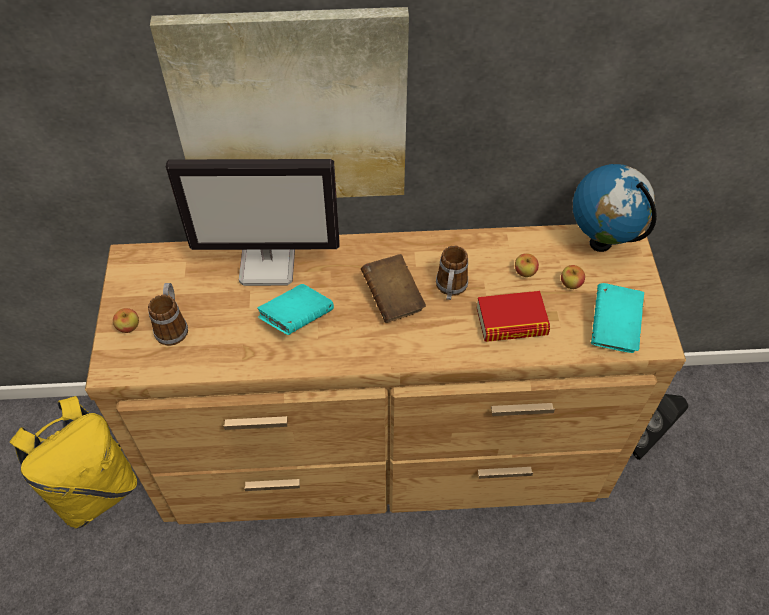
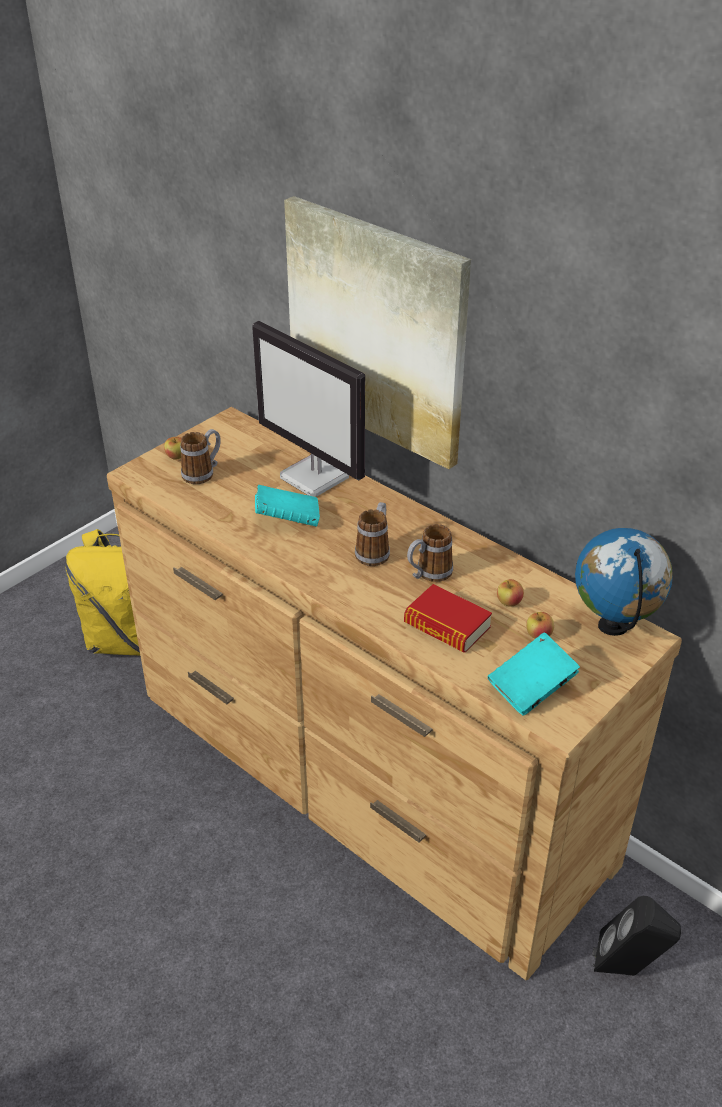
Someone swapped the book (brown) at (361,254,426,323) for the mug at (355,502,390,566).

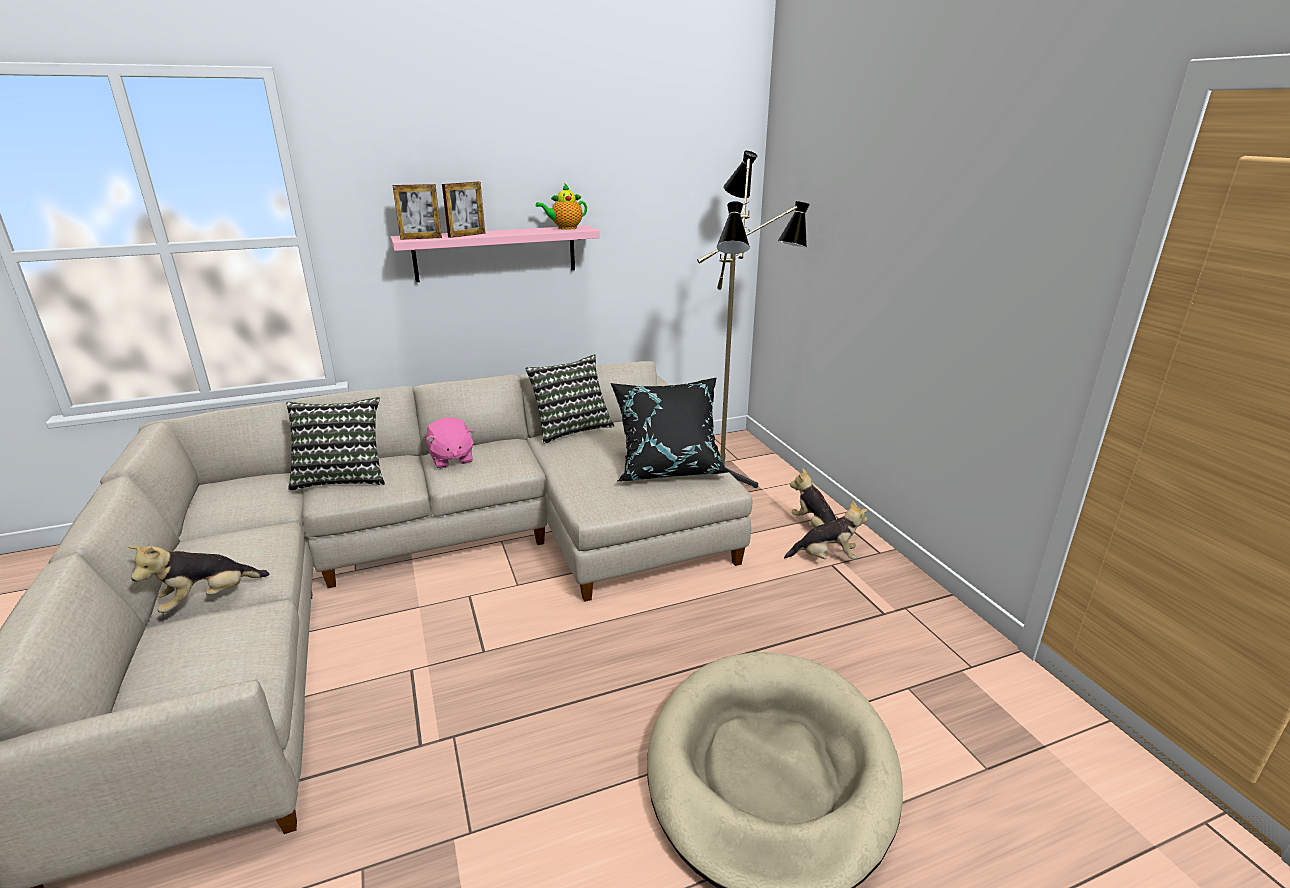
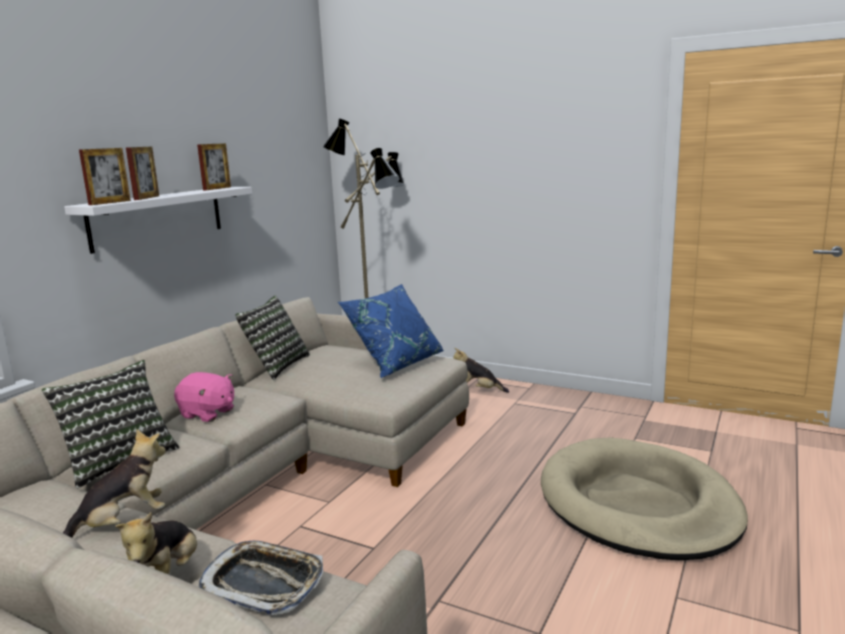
Someone swapped the teapot at (536,183,587,230) for the picture frame at (197,143,231,190).
Someone repainted the shelf (pink) at (391,225,600,282), which became the shelf (white) at (64,187,252,254).
Someone repainted the pillow (black) at (611,378,731,481), which became the pillow (blue) at (338,284,444,378).
Someone carried the plush toy from (784,500,867,559) to (63,429,166,538).
Someone put down the tray at (198,541,323,615).

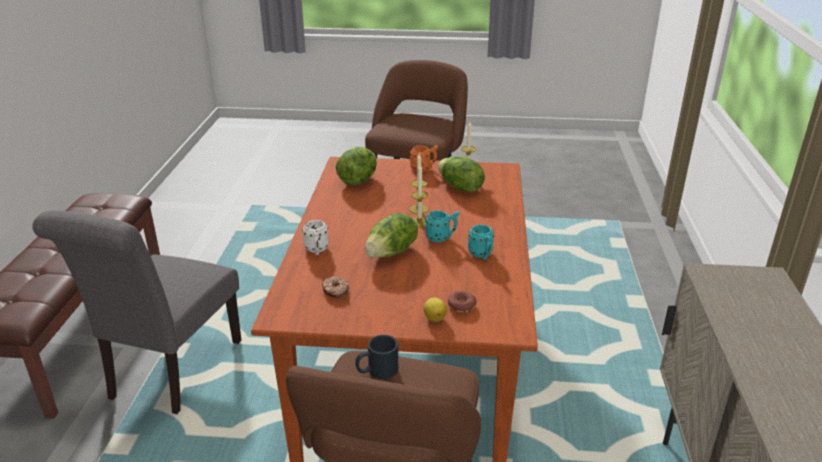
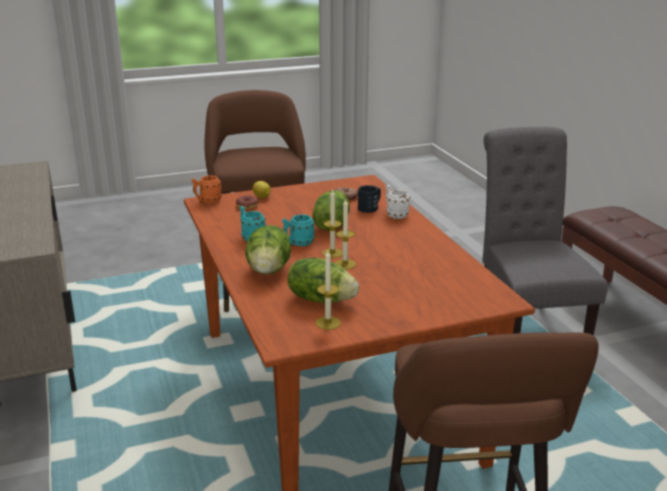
Someone carried the mug (orange) from (410,145,438,172) to (191,176,222,203).
Someone carried the lettuce from (336,147,377,185) to (245,225,291,275).
Someone carried the mug (black) from (355,335,398,379) to (358,185,381,213).

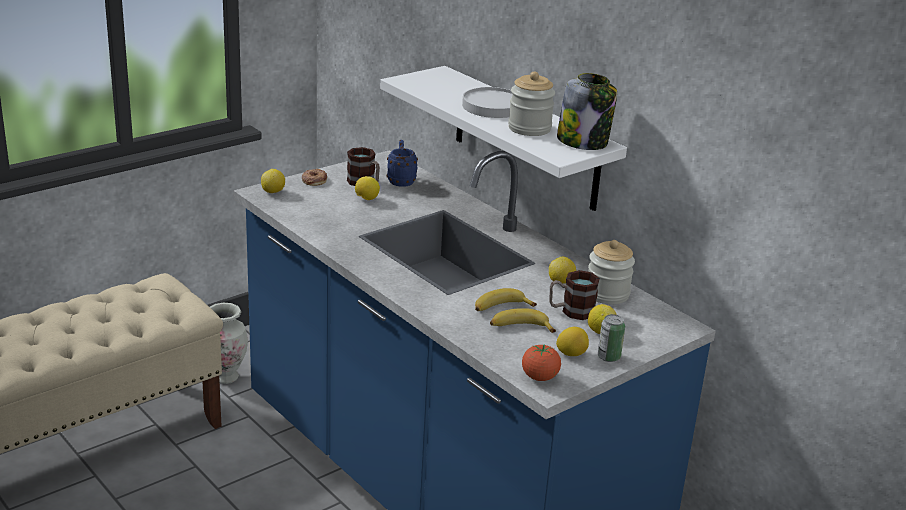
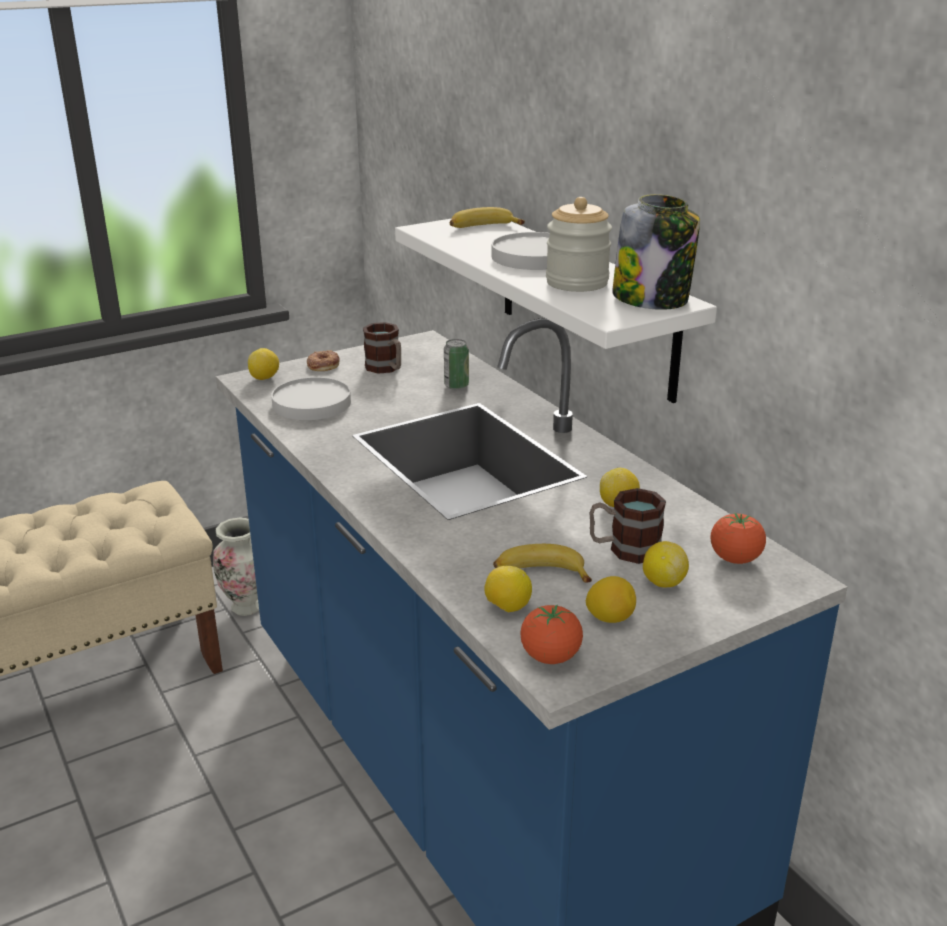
Someone took away the mug (blue) at (387,140,418,187).
Someone carried the lemon from (355,176,380,200) to (484,566,532,612).
Someone took away the jar at (588,240,635,304).
Someone carried the banana from (475,288,537,311) to (450,207,525,228).
Someone carried the can from (598,314,625,362) to (444,339,469,390).
Someone put down the plate (white) at (271,377,351,420).
Someone put down the tomato at (711,512,766,564).

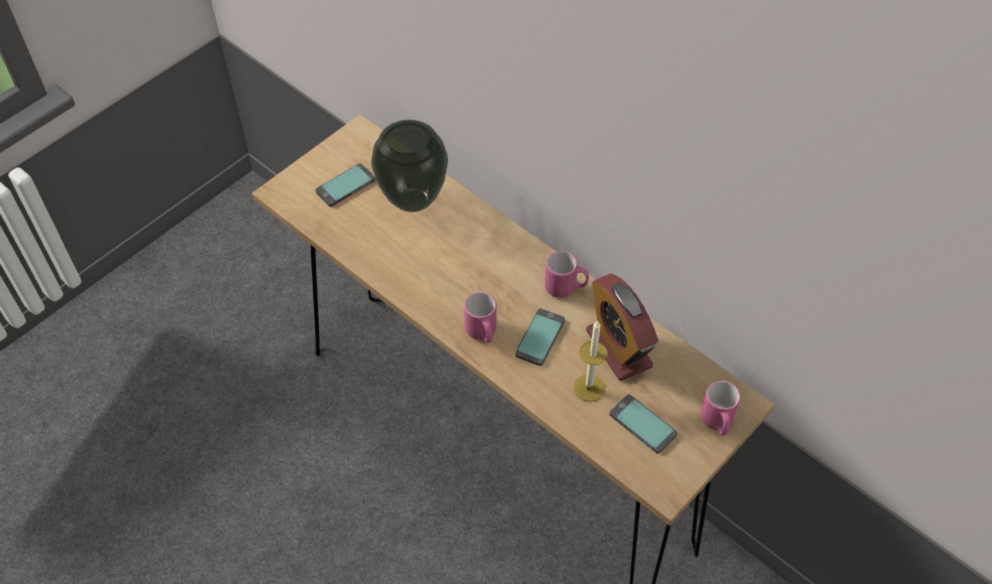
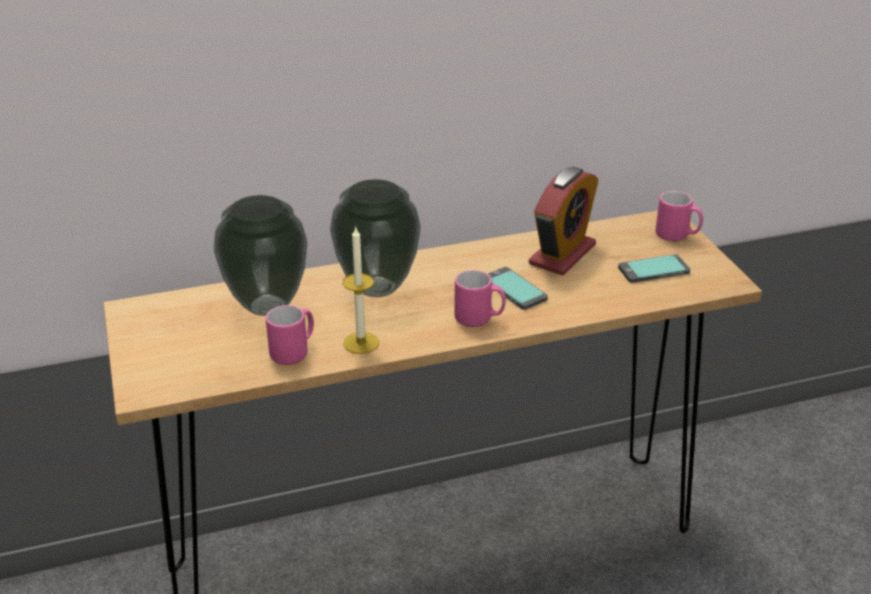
Someone took away the phone at (316,163,375,207).
Someone carried the mug (pink) from (545,251,589,298) to (266,305,314,365).
Someone rotated the alarm clock at (586,274,658,381) by 60 degrees counterclockwise.
Someone carried the candle from (573,320,608,402) to (342,227,379,354).
Someone put down the vase at (330,179,421,297).

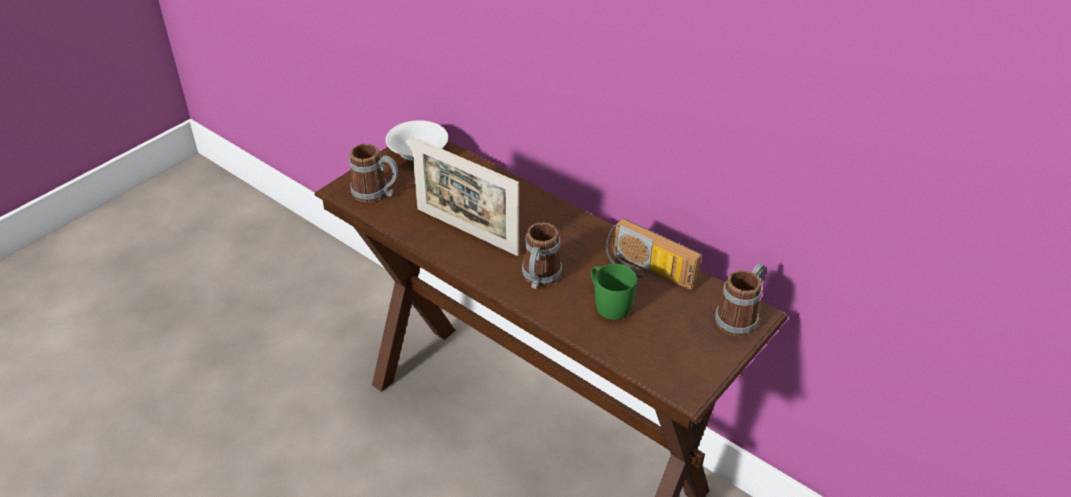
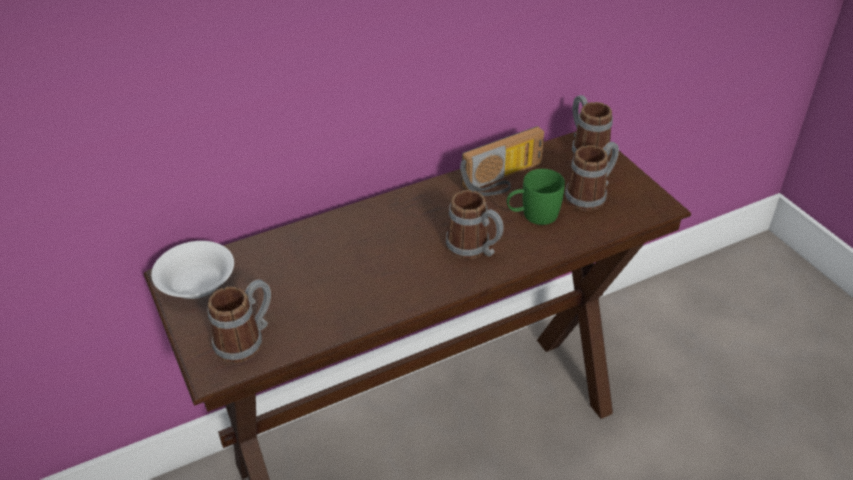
Someone took away the picture frame at (411,136,519,256).
Someone put down the mug at (565,142,619,211).

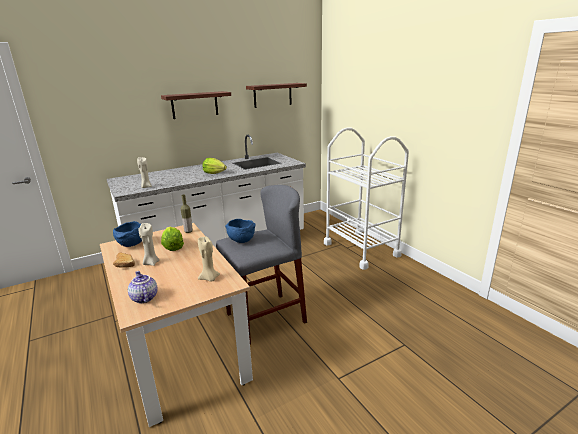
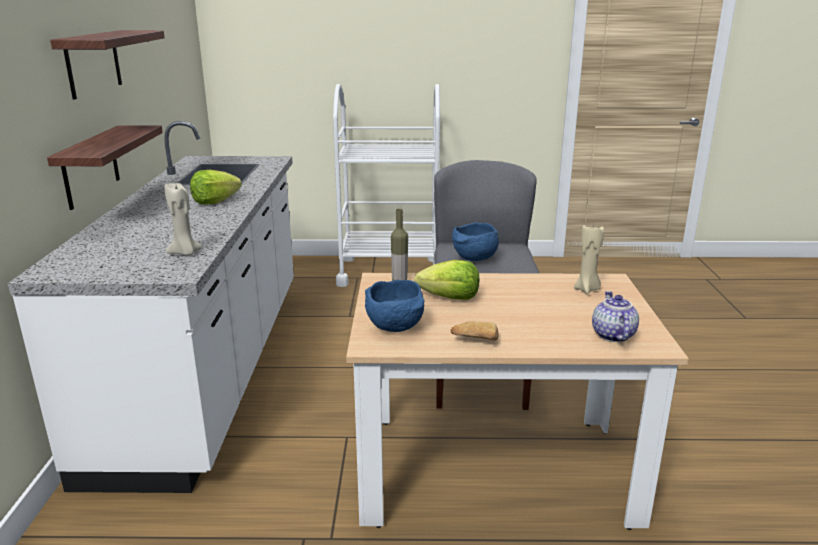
Someone carried the shelf from (246,83,307,108) to (47,125,163,210).
Someone took away the candle (beige) at (138,223,159,266).
Someone rotated the teapot at (128,271,158,304) by 90 degrees clockwise.

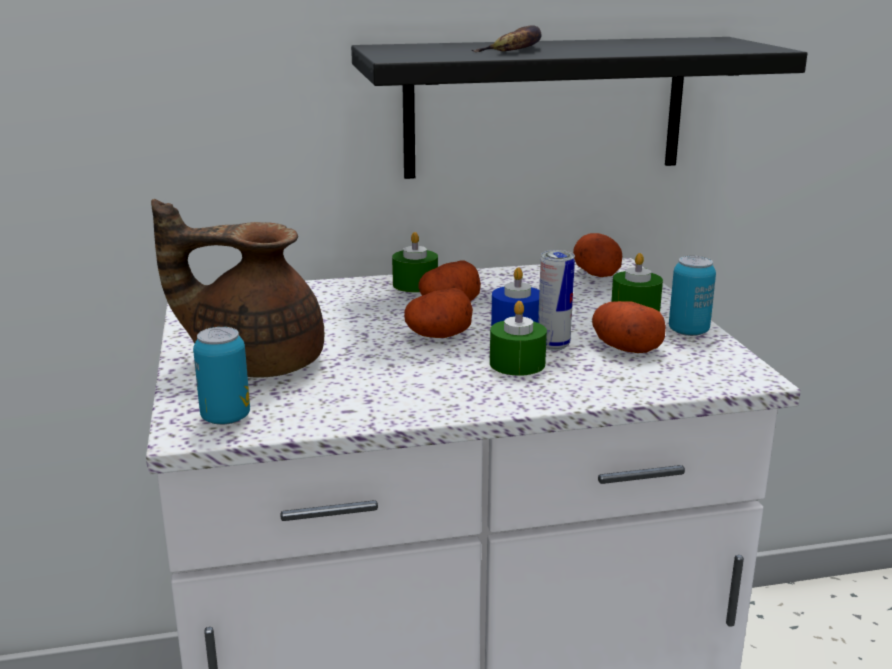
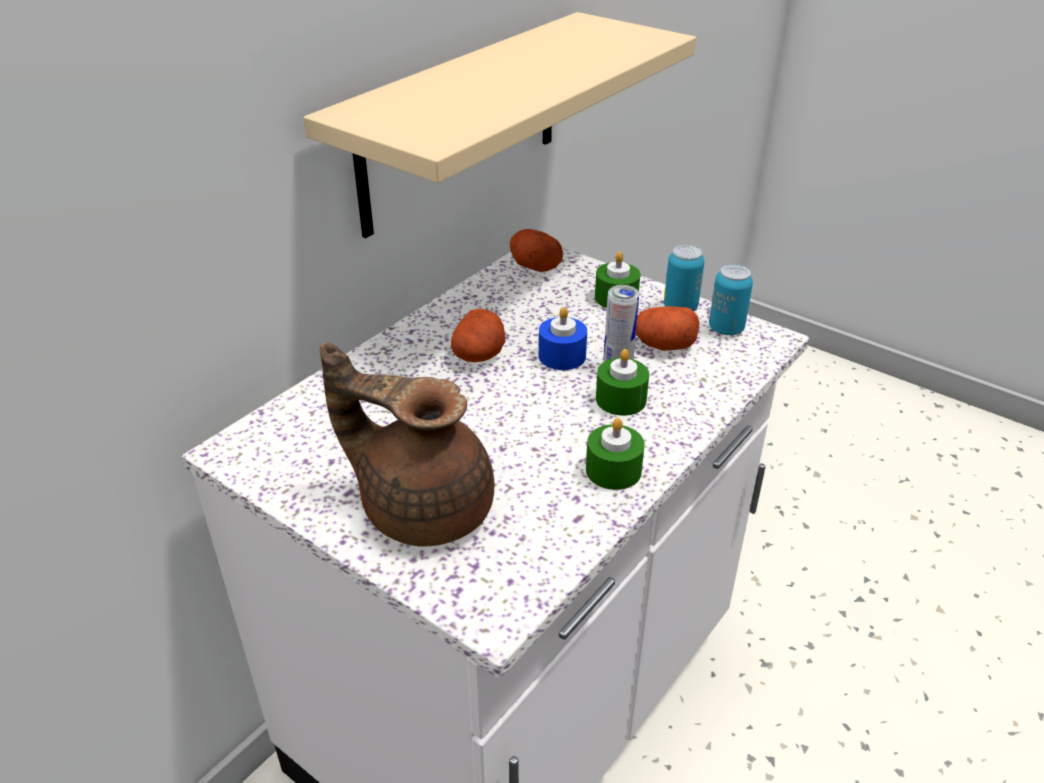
Someone took away the banana at (472,25,542,52).
Someone repainted the shelf (black) at (351,37,807,179), which became the shelf (beige) at (304,12,696,238).
Someone rotated the teapot (brown) at (151,199,324,378) by 60 degrees clockwise.
Someone carried the candle (green) from (392,232,438,293) to (586,418,645,490).
Someone took away the potato at (404,288,473,338).
Someone carried the can from (193,327,250,425) to (709,264,753,335).

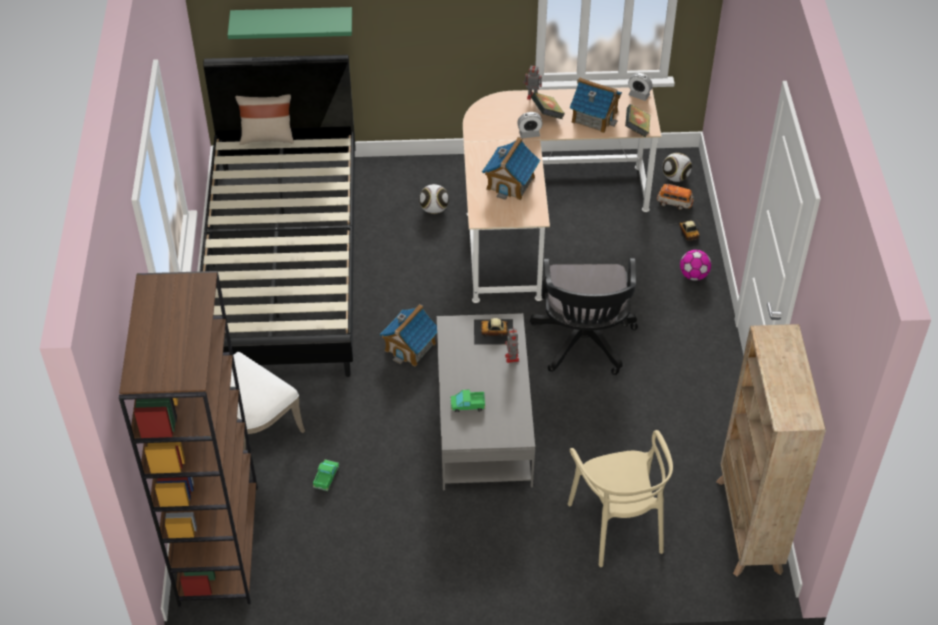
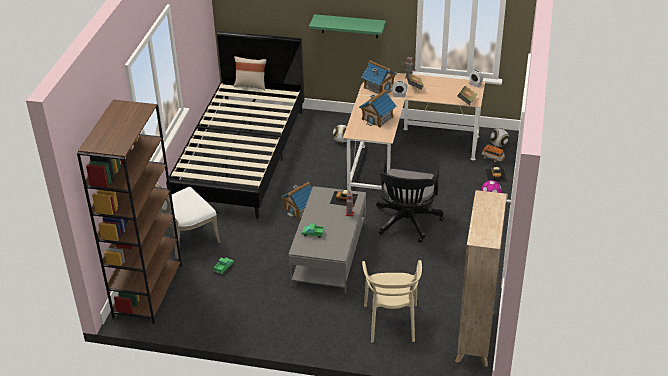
Someone carried the shelf (green) from (228,7,352,39) to (309,14,386,38).
Someone carried the toy house from (570,77,622,133) to (361,60,397,94).

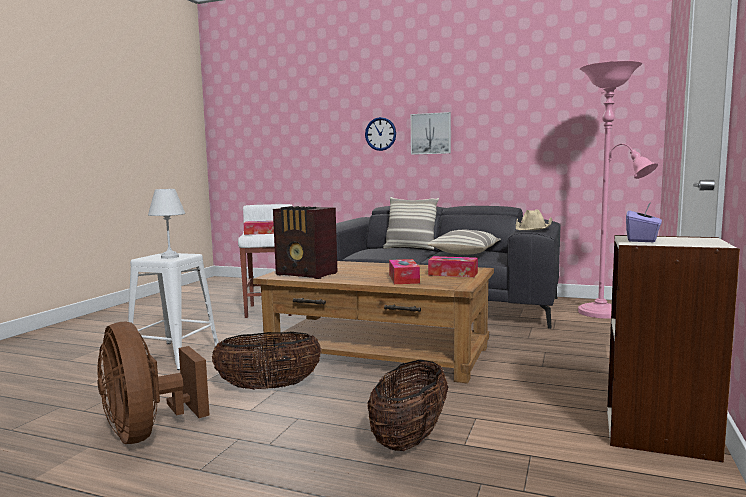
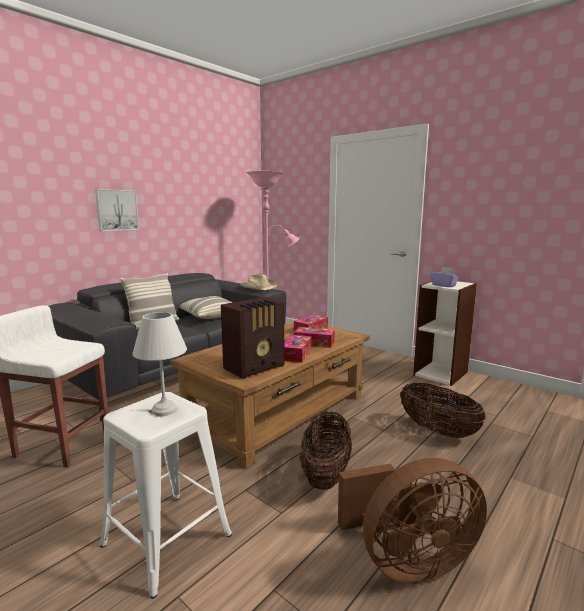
Someone took away the wall clock at (365,117,396,151).
Someone carried the tissue box from (244,221,274,235) to (284,335,311,363).

